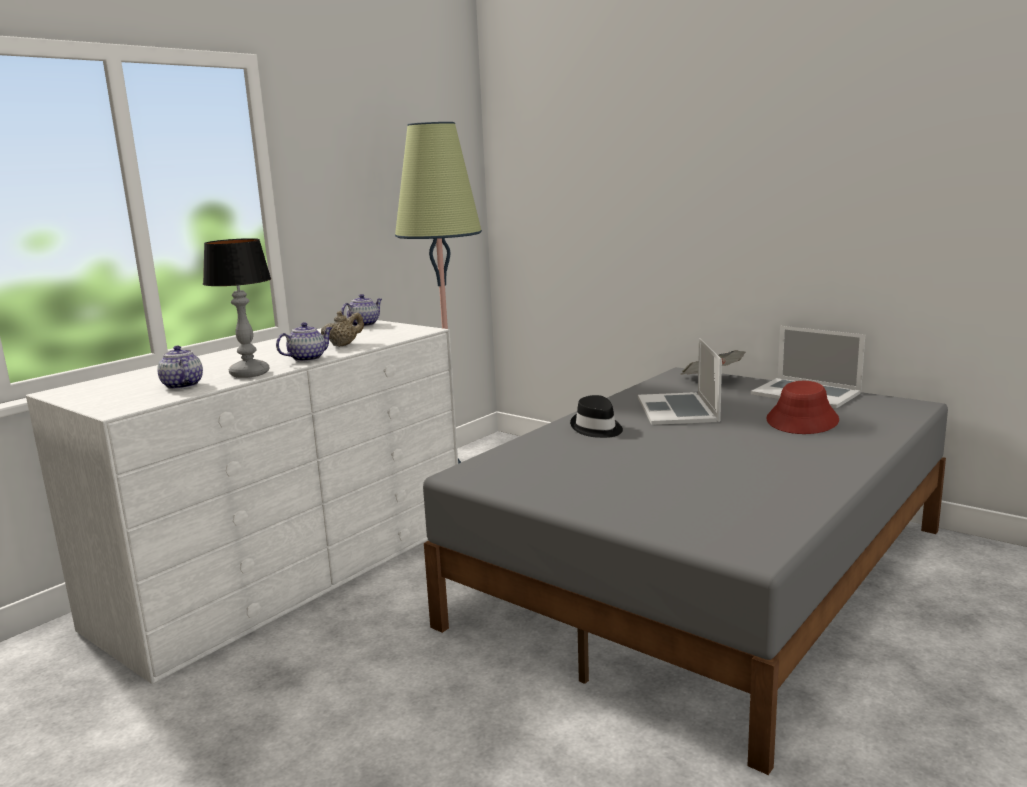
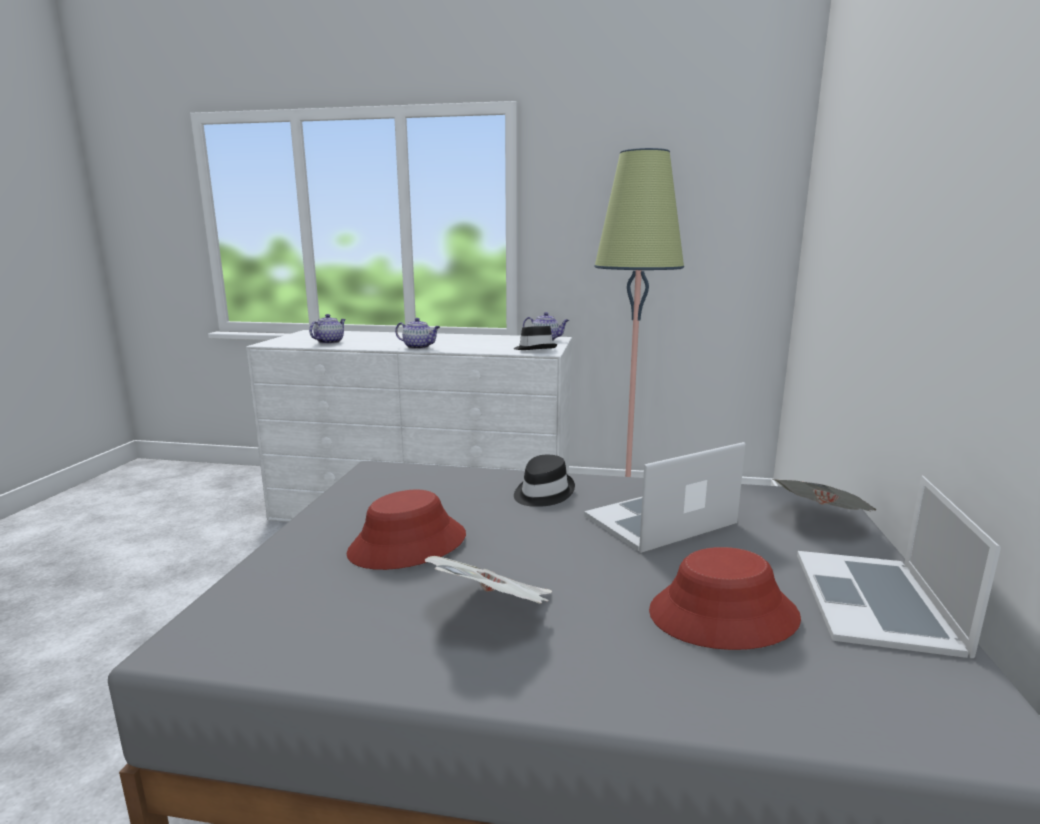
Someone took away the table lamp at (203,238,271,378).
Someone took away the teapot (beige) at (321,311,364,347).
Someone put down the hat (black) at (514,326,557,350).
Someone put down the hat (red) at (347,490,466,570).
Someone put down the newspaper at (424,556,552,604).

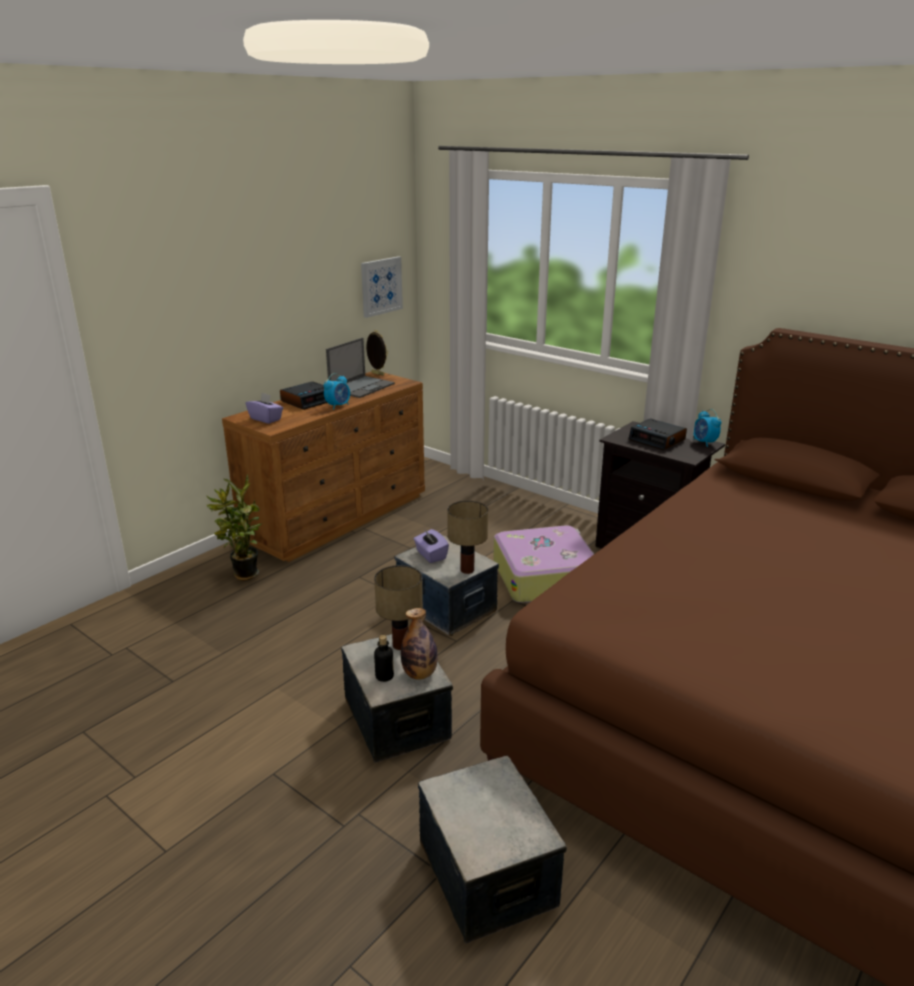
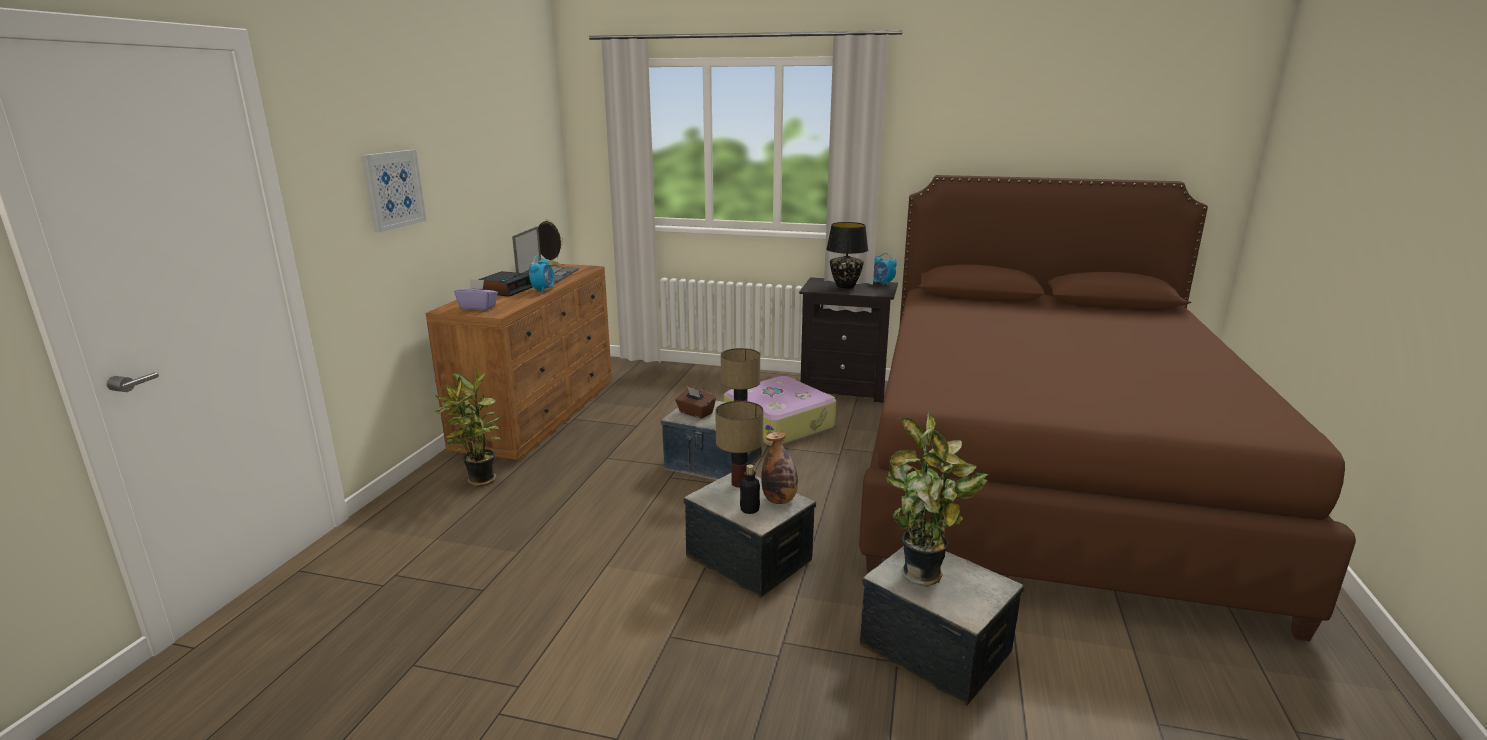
Someone carried the picture from (361,256,403,318) to (362,150,426,232).
Someone swapped the alarm clock at (629,418,687,451) for the table lamp (black) at (826,222,868,289).
Someone repainted the tissue box (purple) at (414,529,449,563), which became the tissue box (brown) at (675,386,716,419).
Someone put down the potted plant at (886,411,988,587).

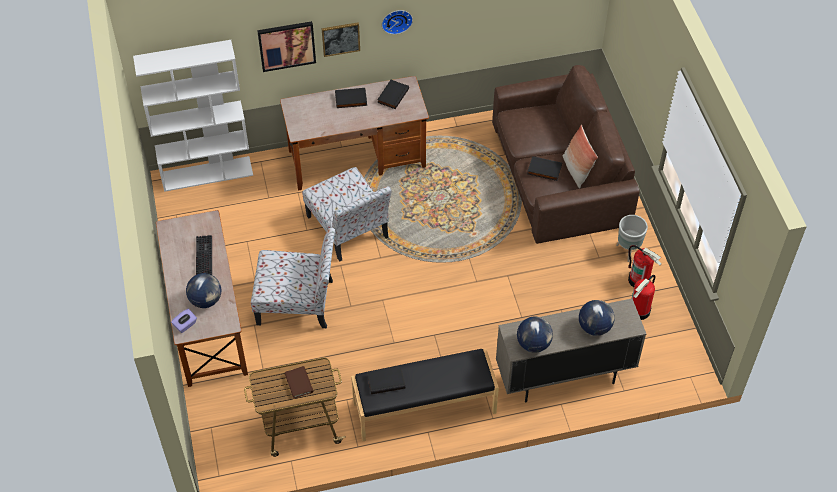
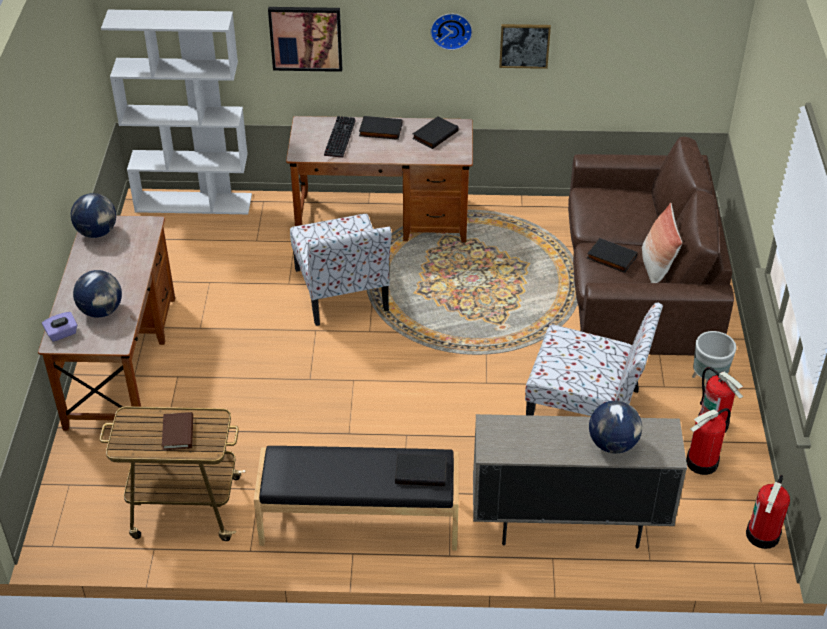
Someone carried the picture from (322,22,360,57) to (499,24,551,69).
Someone carried the chair from (251,228,335,328) to (525,303,663,416).
Someone carried the keyboard from (196,235,212,275) to (324,116,356,158).
Someone carried the globe from (517,316,553,353) to (71,193,116,238).
Someone carried the book (black) from (367,366,405,394) to (395,453,447,486).
Someone put down the fire extinguisher at (746,475,790,549).

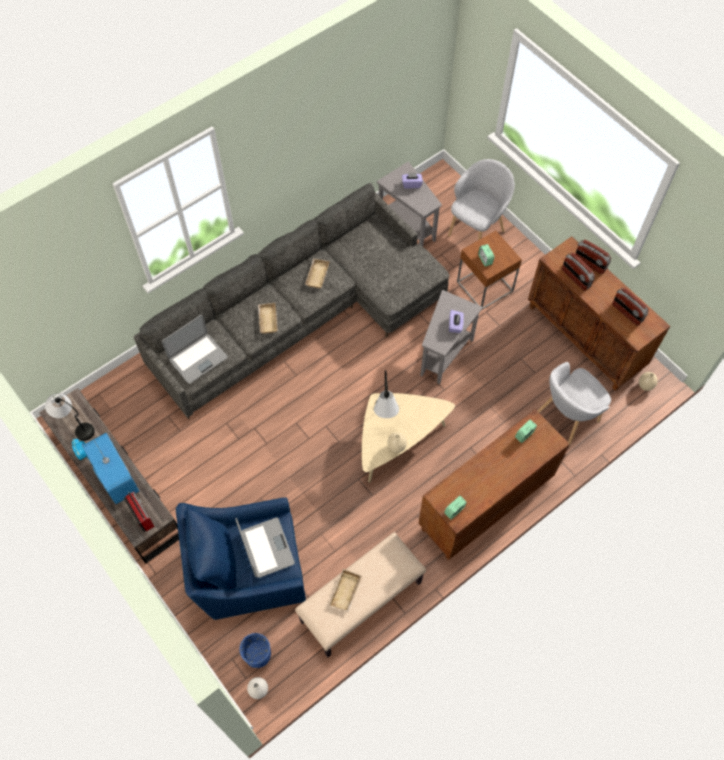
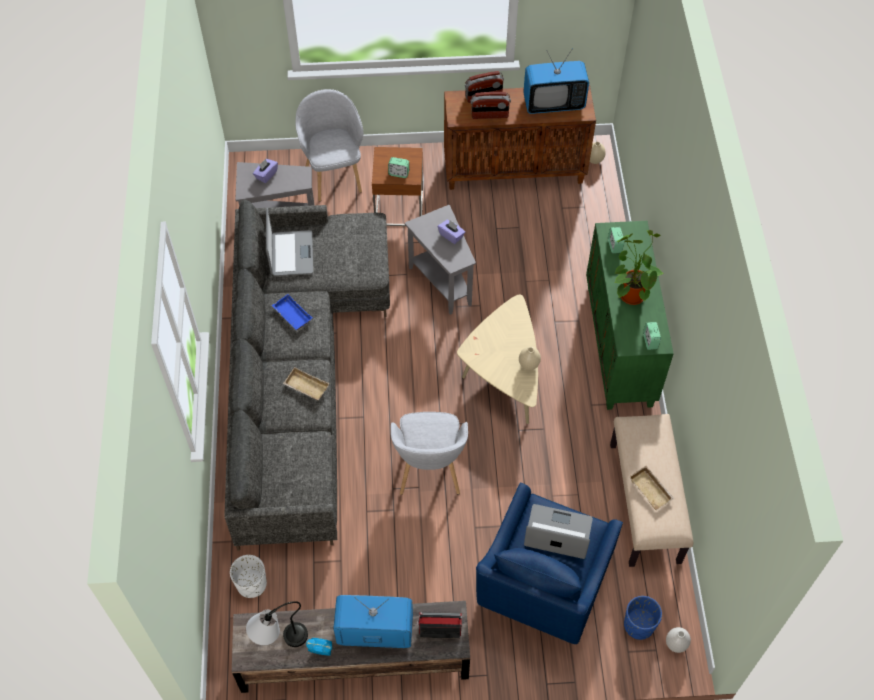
Someone repainted the tray (beige) at (305,258,330,288), which became the tray (blue) at (272,294,312,330).
Someone swapped the radio at (612,288,649,326) for the television at (523,48,589,114).
Someone carried the laptop from (162,315,228,384) to (266,208,313,276).
Someone carried the armchair (grey) from (538,362,611,448) to (391,412,468,495).
Someone took away the table lamp at (374,370,399,418).
Someone repainted the cabinet (brown) at (418,409,570,560), which became the cabinet (green) at (586,221,674,410).
Someone put down the potted plant at (614,230,664,305).
Someone put down the planter (white) at (230,555,267,598).

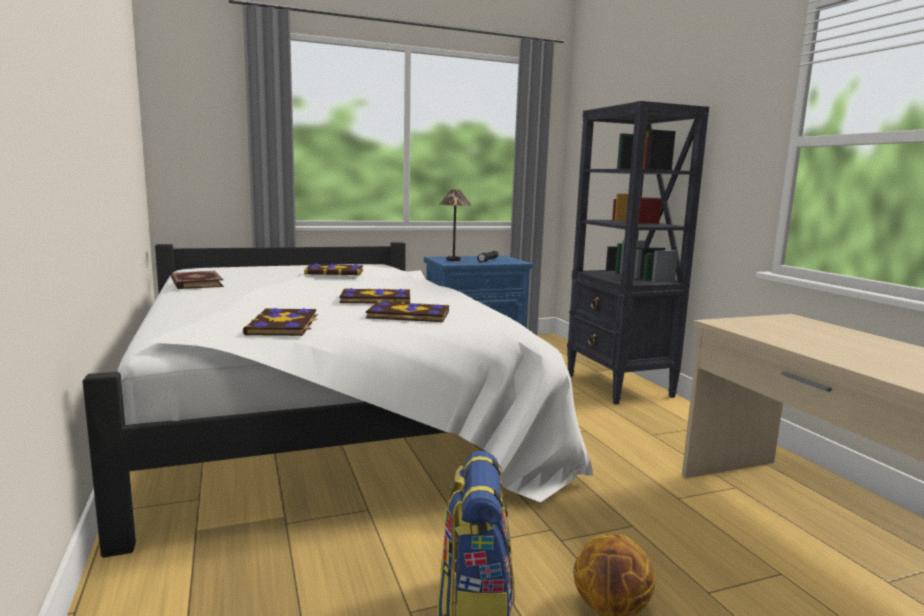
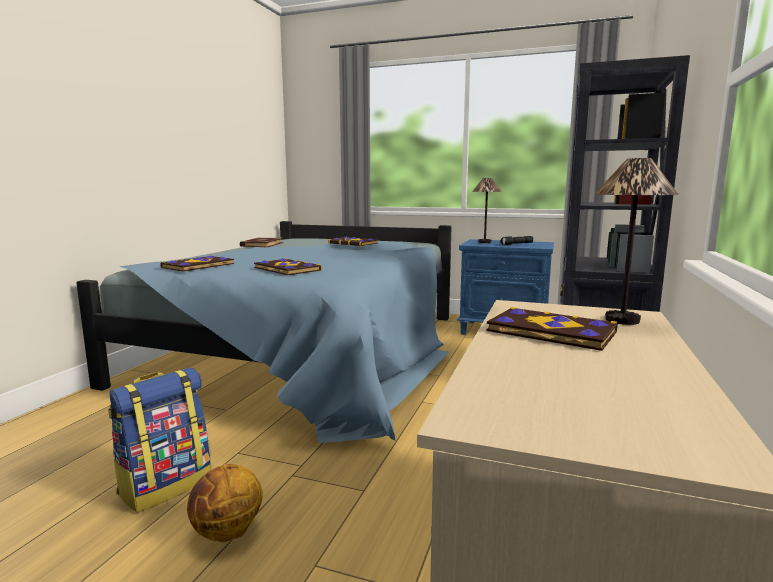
Someone repainted the bed (white) at (82,242,593,558), which became the bed (blue) at (76,221,452,443).
Someone carried the book from (339,288,410,303) to (486,307,618,351).
Someone put down the table lamp at (595,158,679,325).

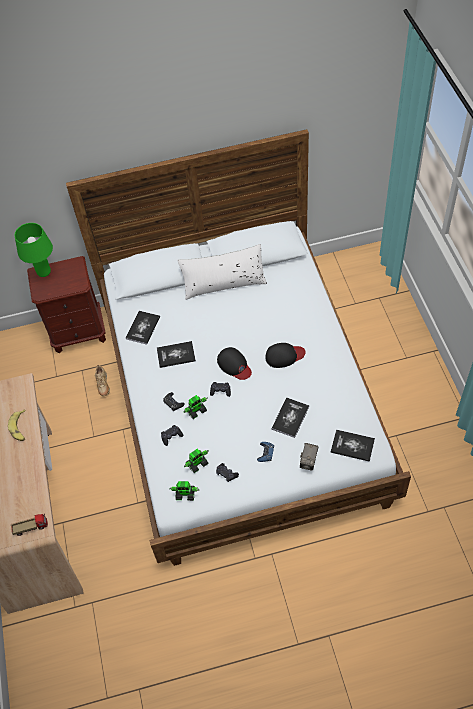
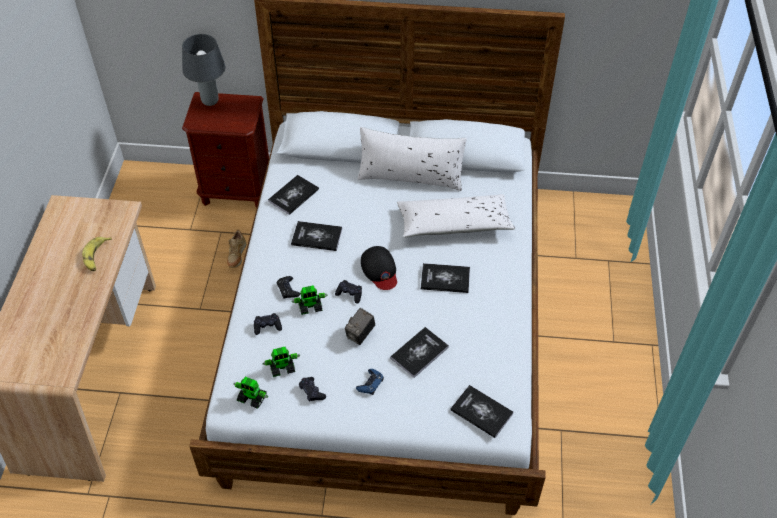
Someone repainted the table lamp (green) at (15,223,53,277), which became the table lamp (grey) at (182,34,226,106).
Someone swapped the cap (black) at (265,343,306,368) for the book at (421,263,470,293).
Someone carried the photo camera from (300,443,318,471) to (345,308,375,345).
Someone took away the toy truck at (11,514,48,536).
Someone put down the pillow (white) at (397,194,515,237).

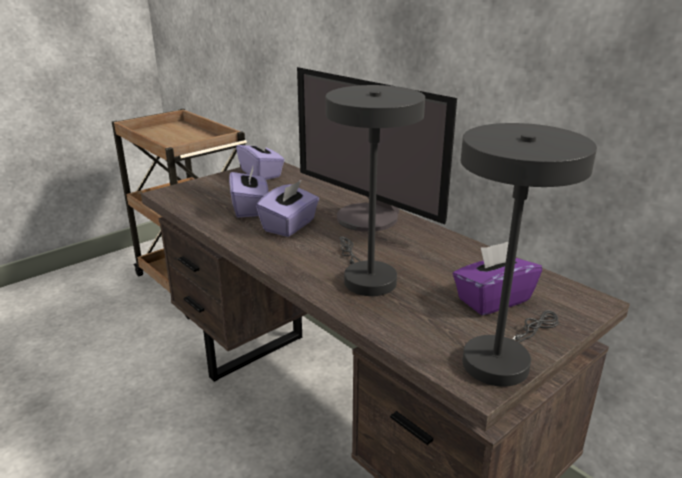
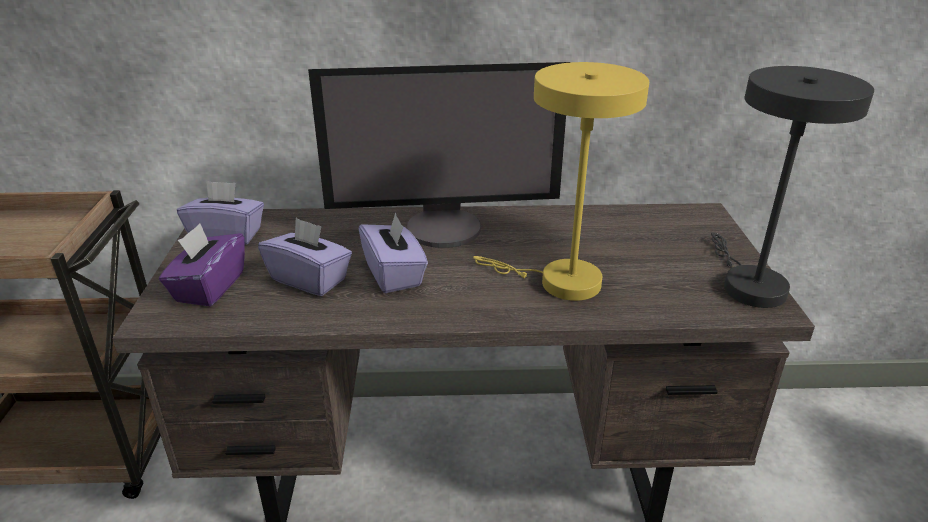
Someone repainted the table lamp (grey) at (326,85,425,296), which became the table lamp (yellow) at (473,62,649,301).
Someone carried the tissue box (purple) from (453,242,542,315) to (159,223,245,306).

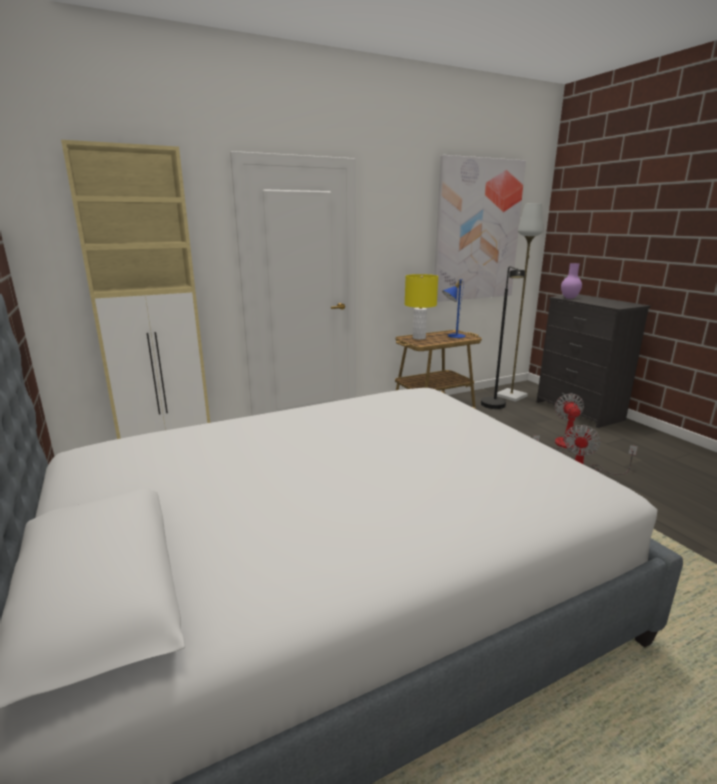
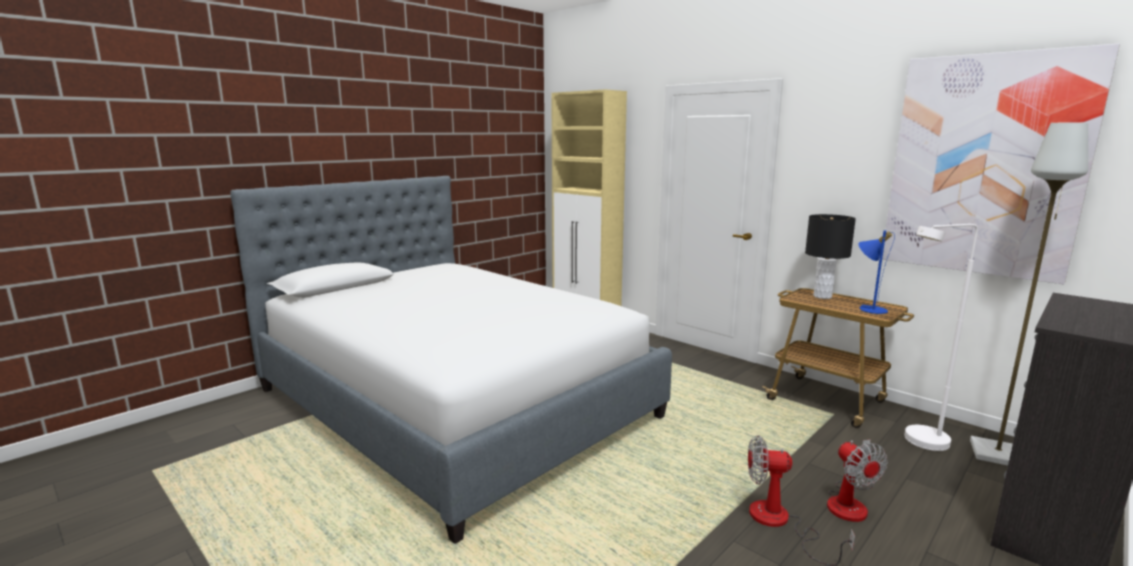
Someone took away the vase (purple) at (561,263,582,299).
Someone repainted the floor lamp (black) at (481,266,525,409), which became the floor lamp (white) at (904,224,978,451).
Someone repainted the table lamp (yellow) at (405,274,438,340), which became the table lamp (black) at (805,214,856,299).
Someone rotated the fan at (533,394,584,454) by 90 degrees clockwise.

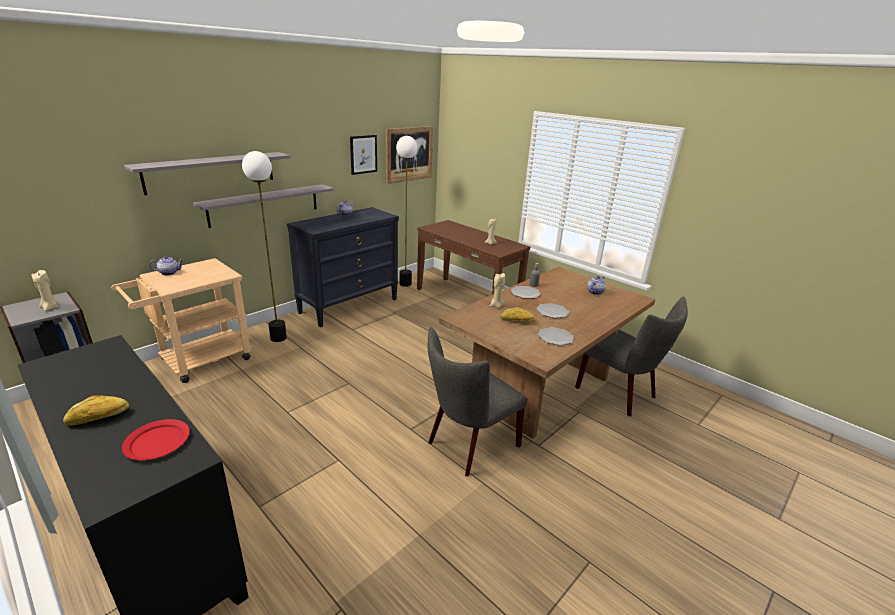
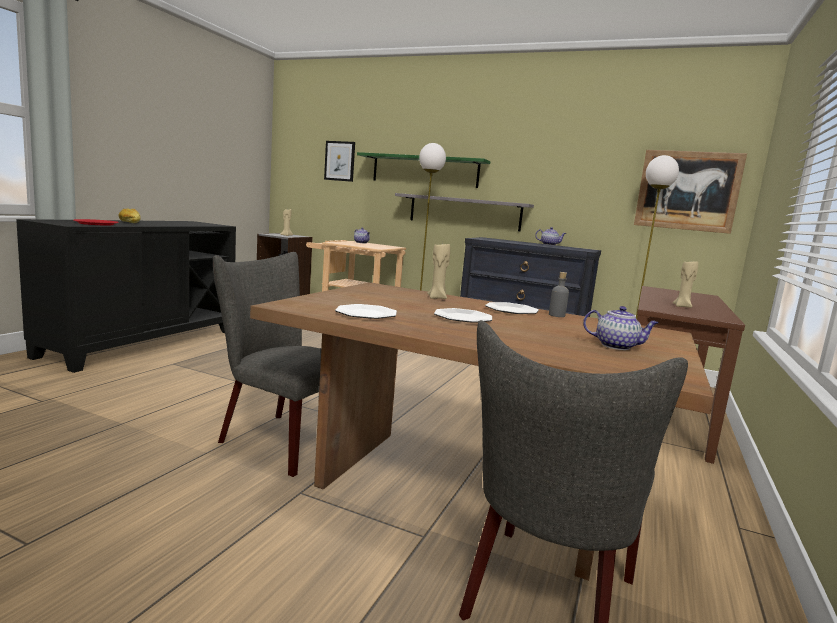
Someone carried the picture from (350,135,377,175) to (324,141,355,182).
Someone repainted the shelf (grey) at (124,152,290,195), which became the shelf (green) at (357,152,491,188).
Someone took away the bread at (501,307,535,323).

